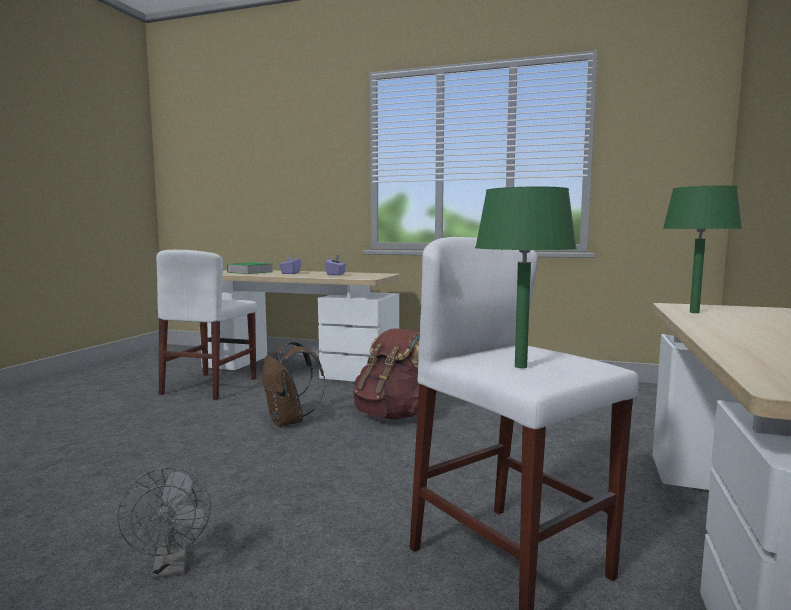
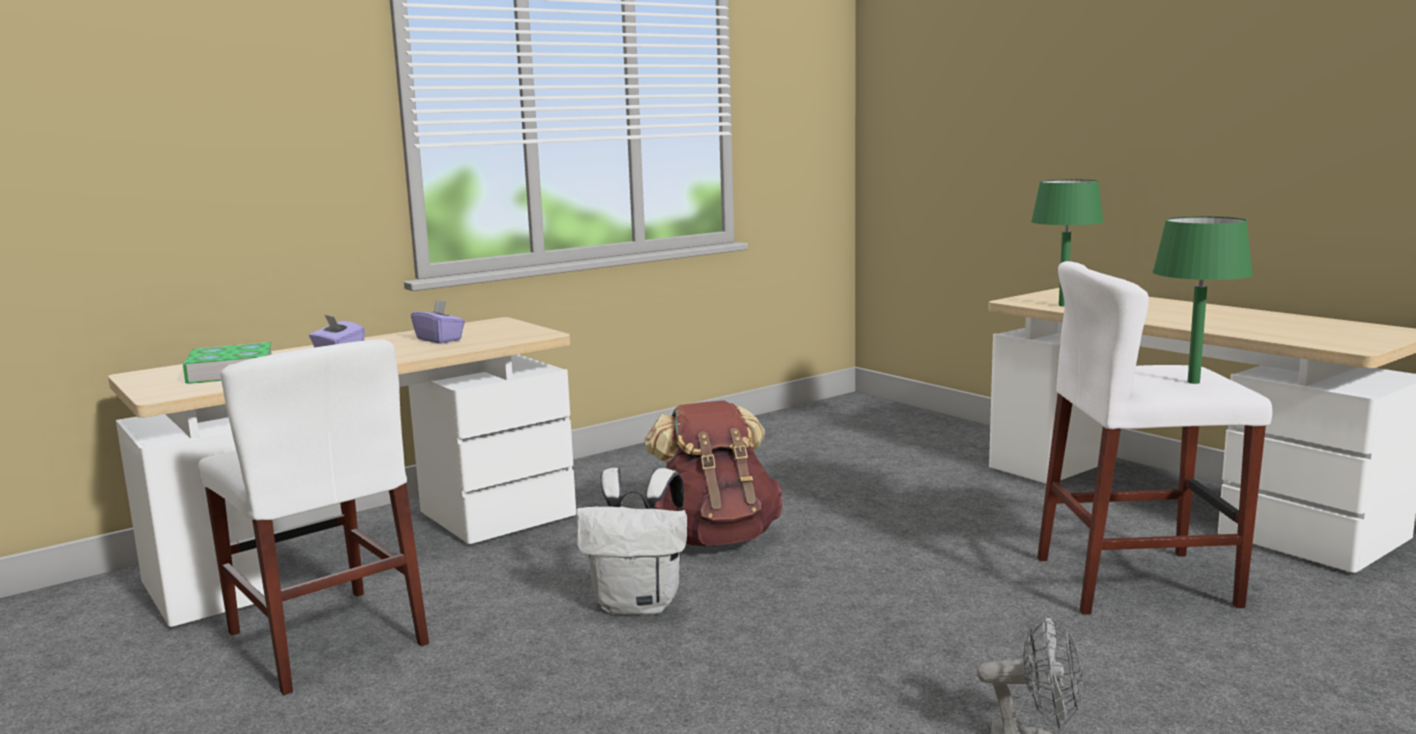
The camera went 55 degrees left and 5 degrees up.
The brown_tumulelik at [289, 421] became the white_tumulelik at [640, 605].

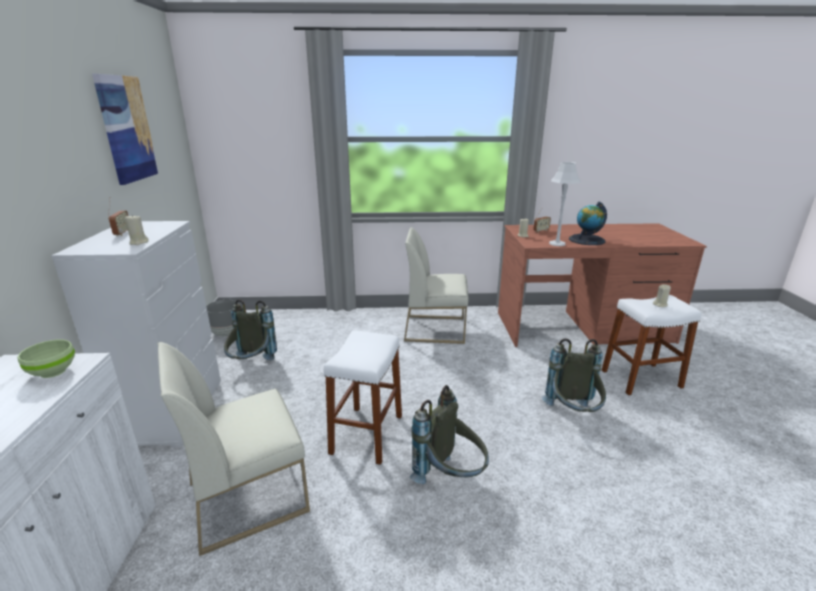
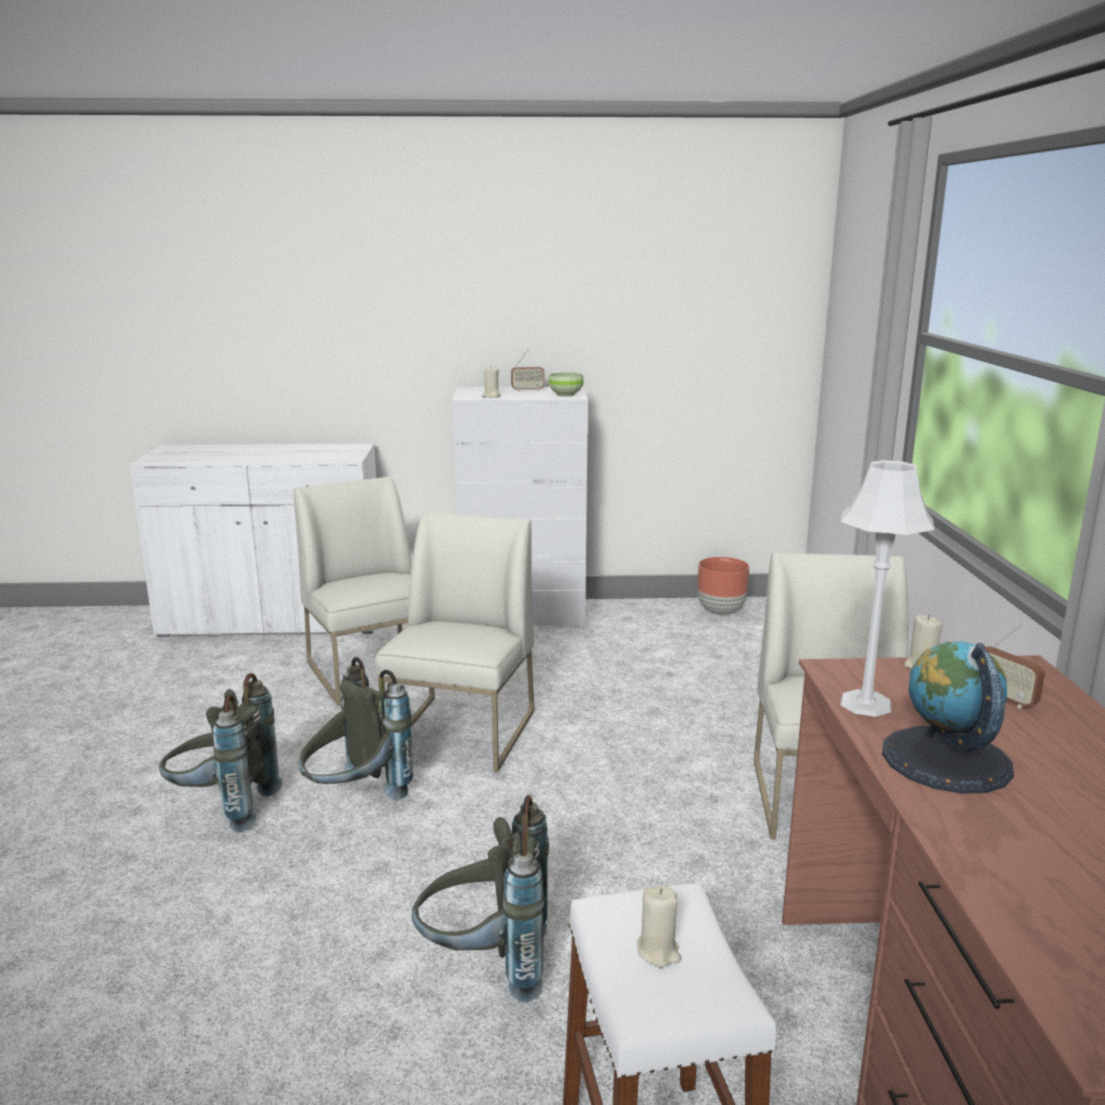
The camera went 90 degrees right and 5 degrees down.
The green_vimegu moved from [52, 372] to [565, 395].
The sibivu at [127, 129] disappeared.
The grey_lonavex at [226, 334] became the brown_lonavex at [721, 611].
The grey_tumulelik moved from [252, 365] to [223, 808].
The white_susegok at [367, 434] was replaced by the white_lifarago at [462, 733].

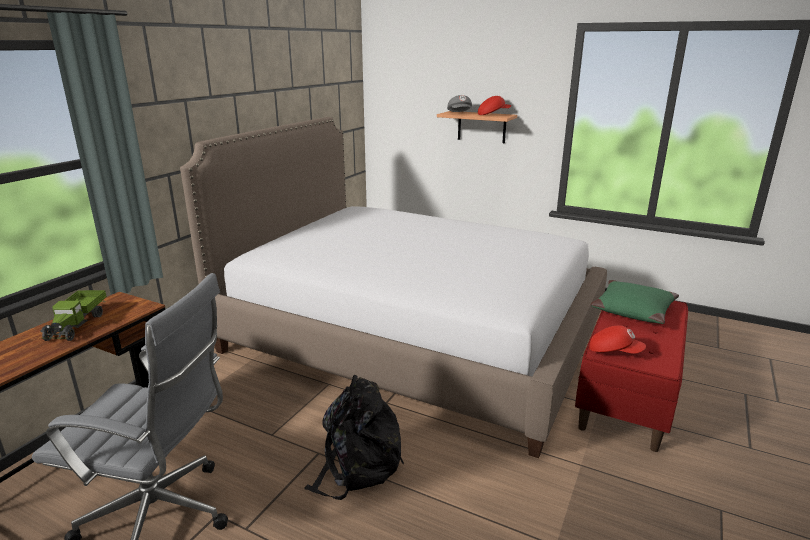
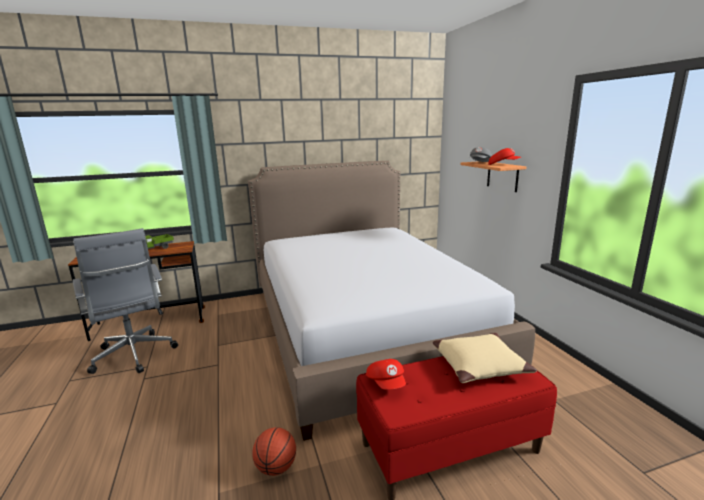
The camera went 45 degrees right and 5 degrees down.
The black_tumulelik at [357, 464] disappeared.
The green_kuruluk at [632, 310] became the beige_kuruluk at [479, 365].
The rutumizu at [276, 467] appeared.

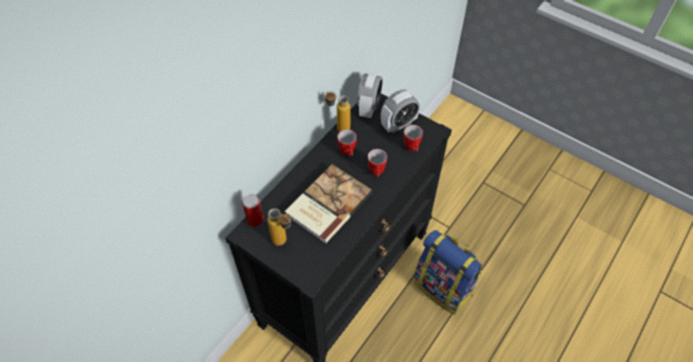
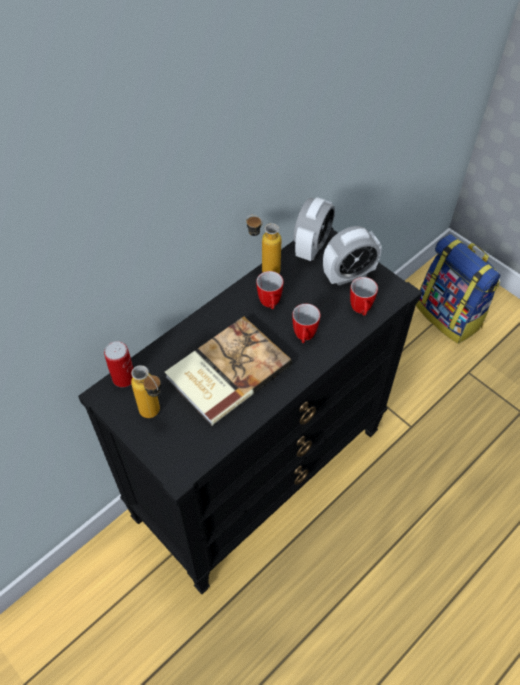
The camera went 10 degrees right and 0 degrees up.
The tumulelik moved from [443, 287] to [449, 316].

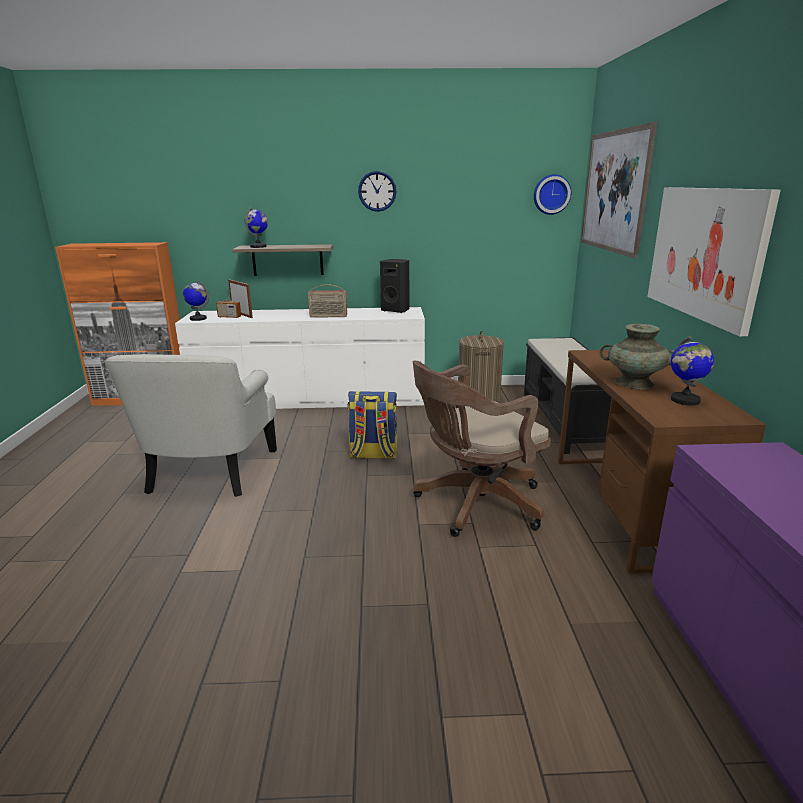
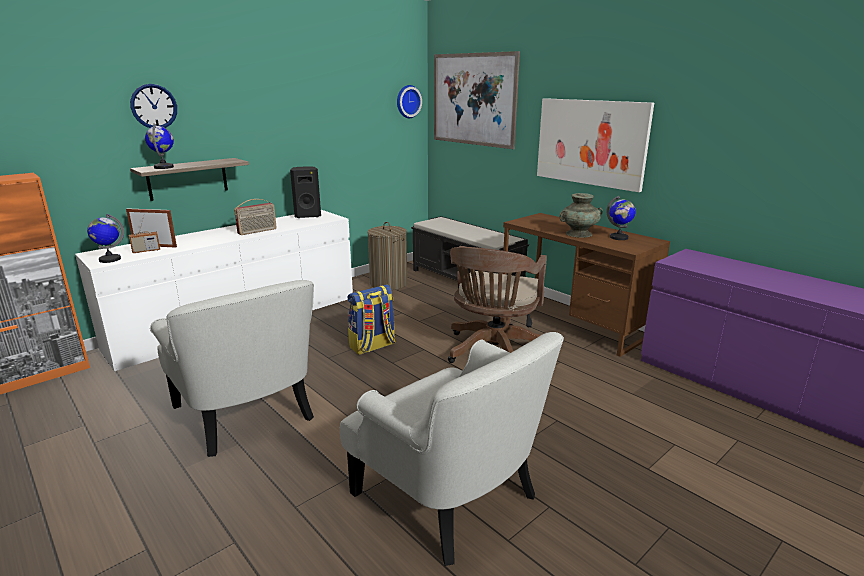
The camera went 40 degrees left and 0 degrees up.
The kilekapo moved from [377, 191] to [154, 106].
The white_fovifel at [450, 494] appeared.

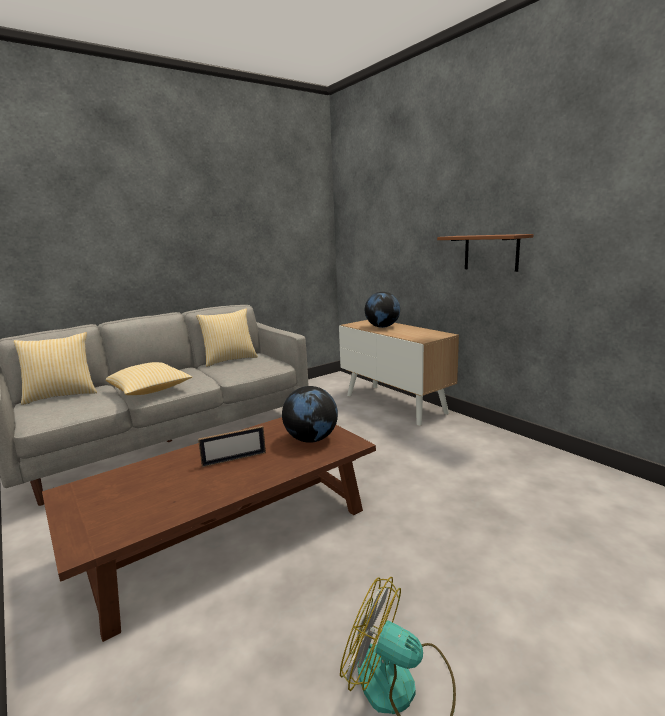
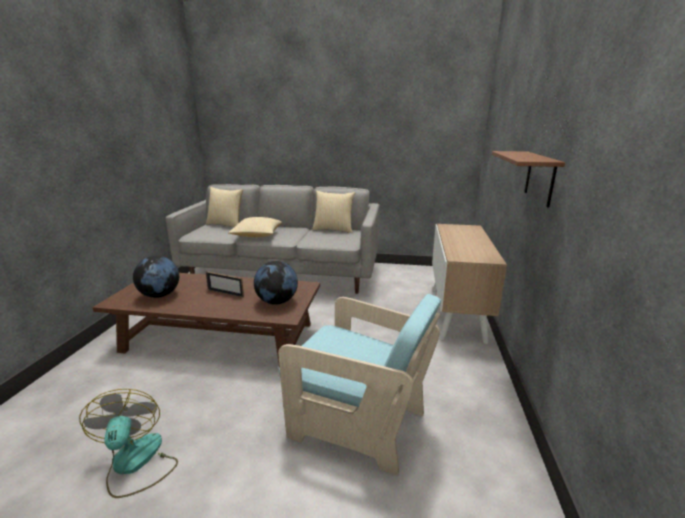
The camera went 45 degrees right and 5 degrees up.
The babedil moved from [382, 327] to [160, 295].
The turquoise_fovifel at [357, 422] appeared.

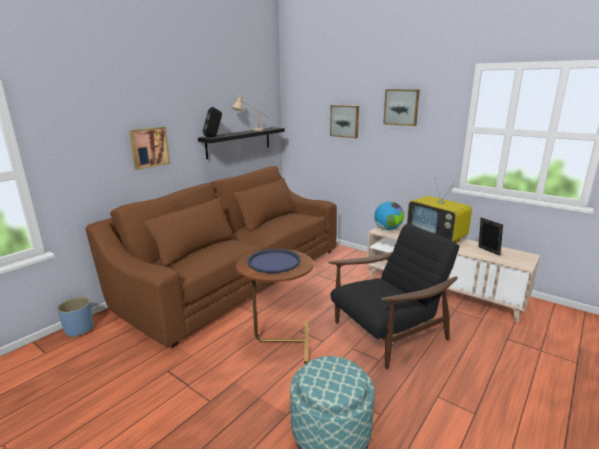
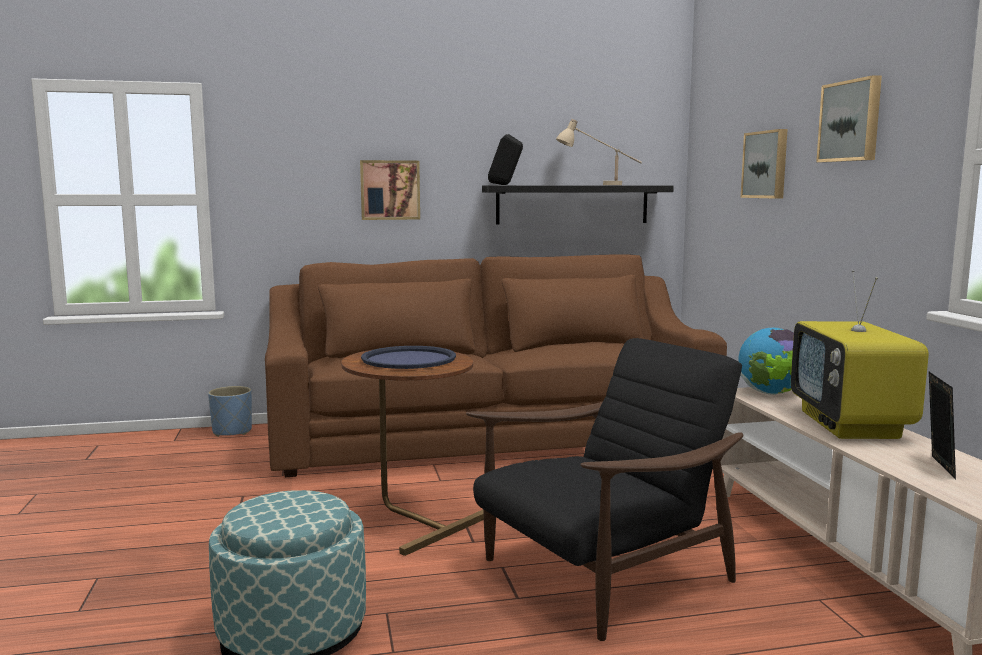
The camera went 40 degrees right and 10 degrees down.
The black_fovifel at [388, 333] turned 45 degrees counterclockwise.

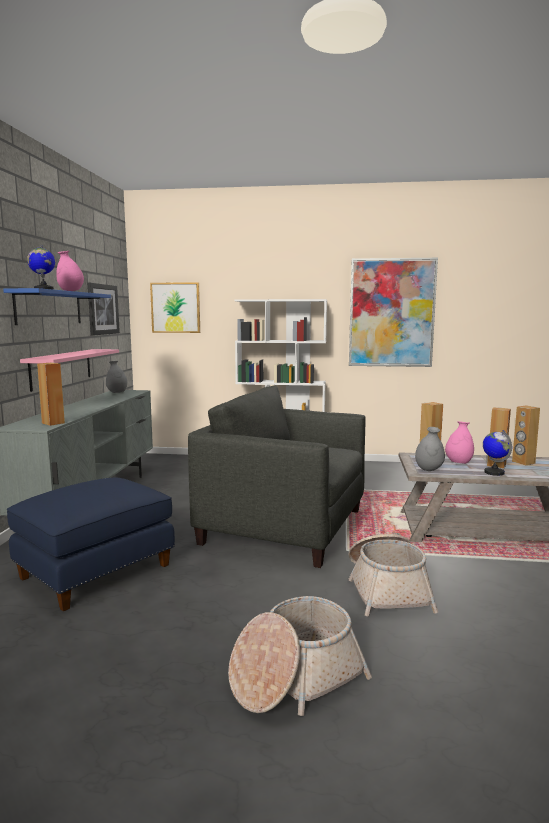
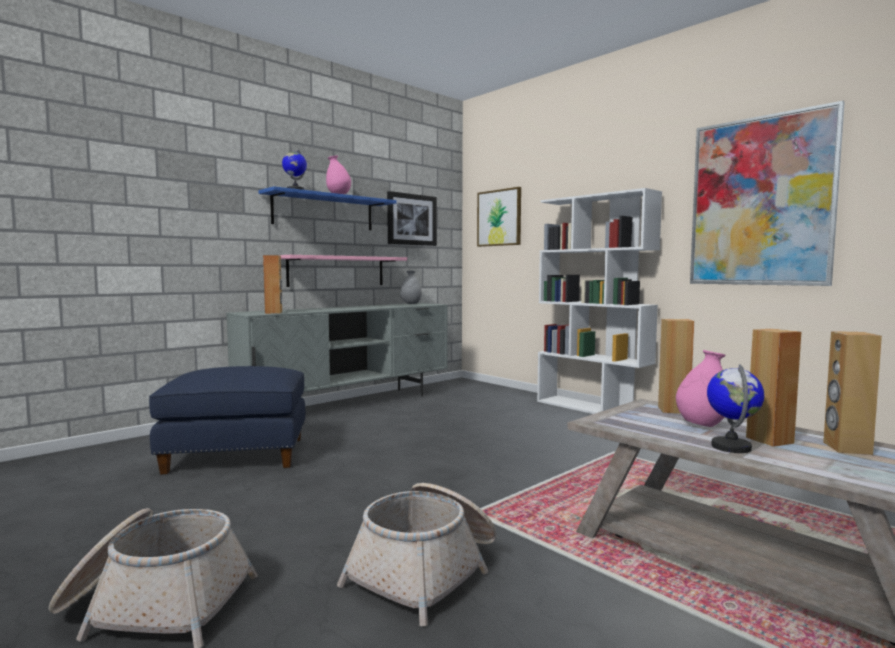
The camera went 40 degrees right and 5 degrees down.
The grey_fovifel at [285, 526] disappeared.
The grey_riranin at [429, 469] disappeared.

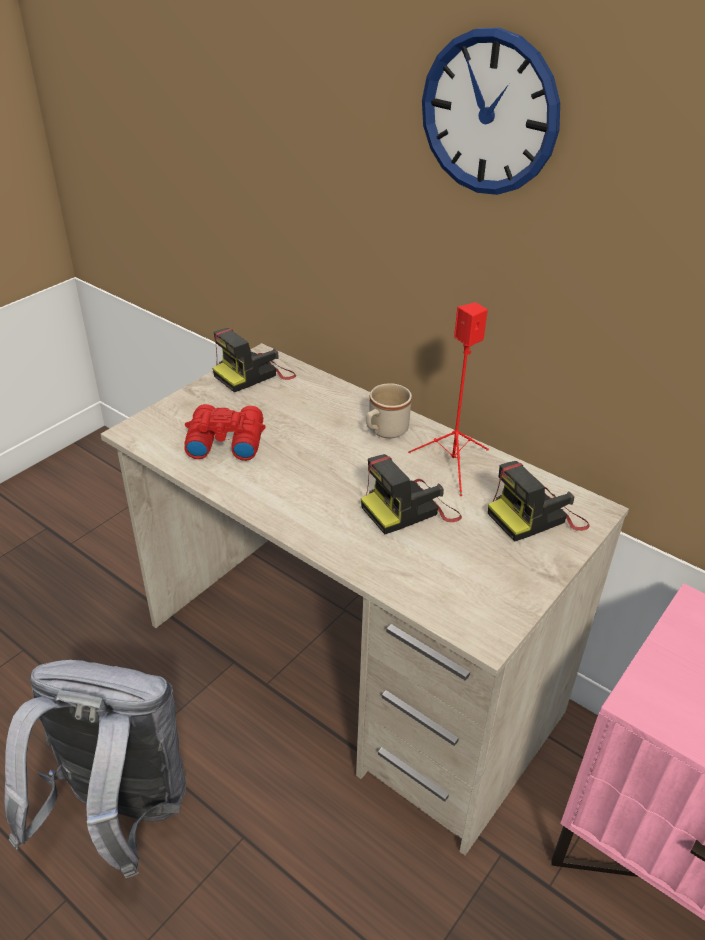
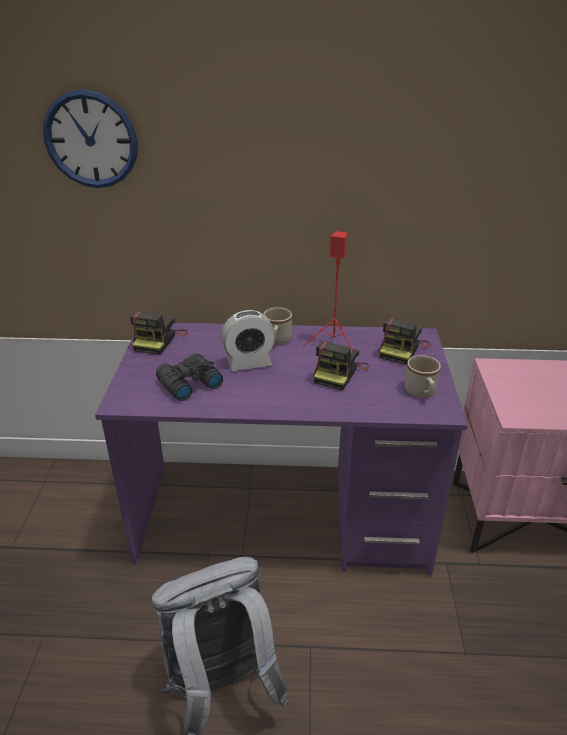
The camera went 35 degrees left and 5 degrees down.
The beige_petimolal at [349, 669] became the purple_petimolal at [284, 518].
The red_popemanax at [224, 441] became the black_popemanax at [188, 383].
The kilekapo moved from [489, 114] to [91, 140].
The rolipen at [249, 363] appeared.
The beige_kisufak at [421, 393] appeared.

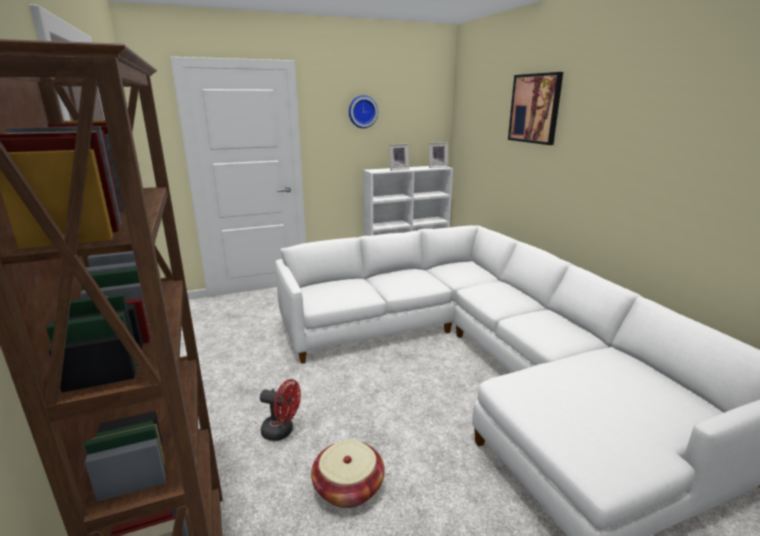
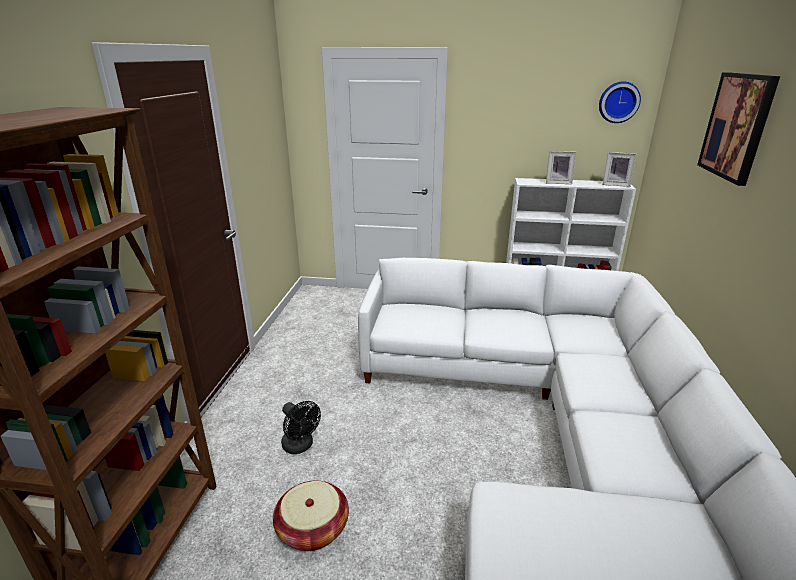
The camera went 30 degrees right and 5 degrees up.
The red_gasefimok at [282, 431] became the black_gasefimok at [300, 446].
The kilekapo moved from [362, 111] to [618, 102].

